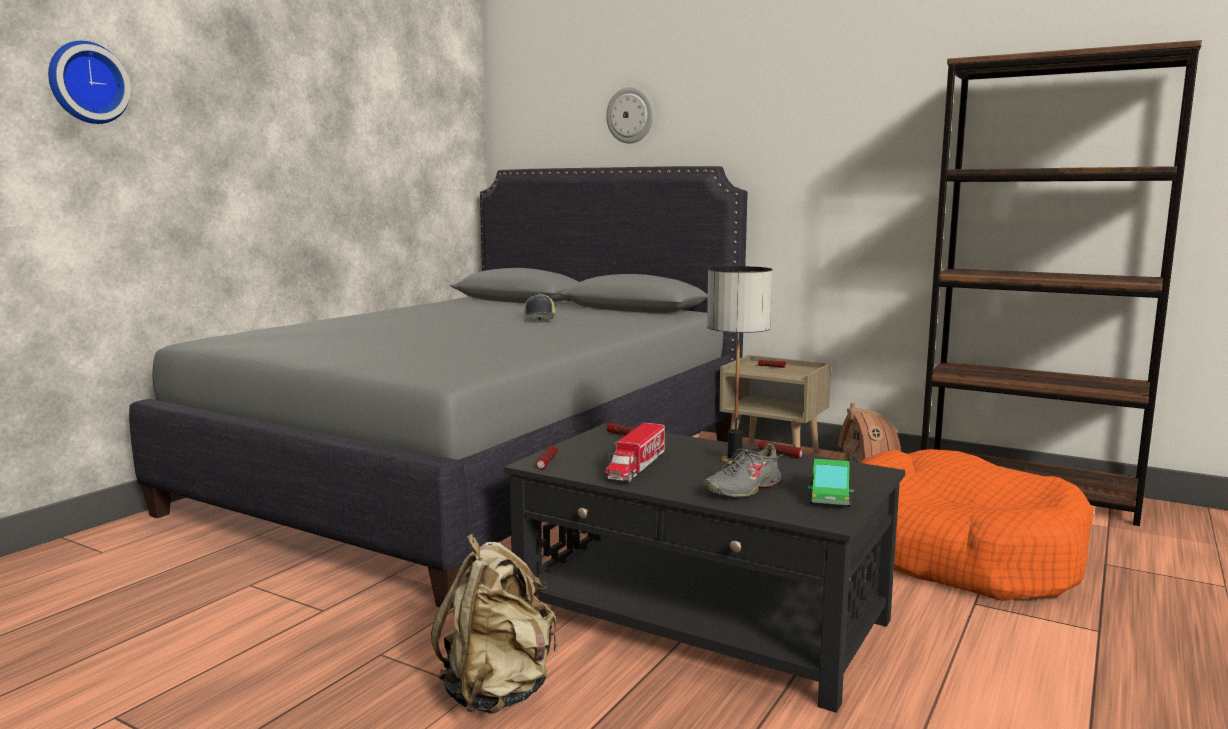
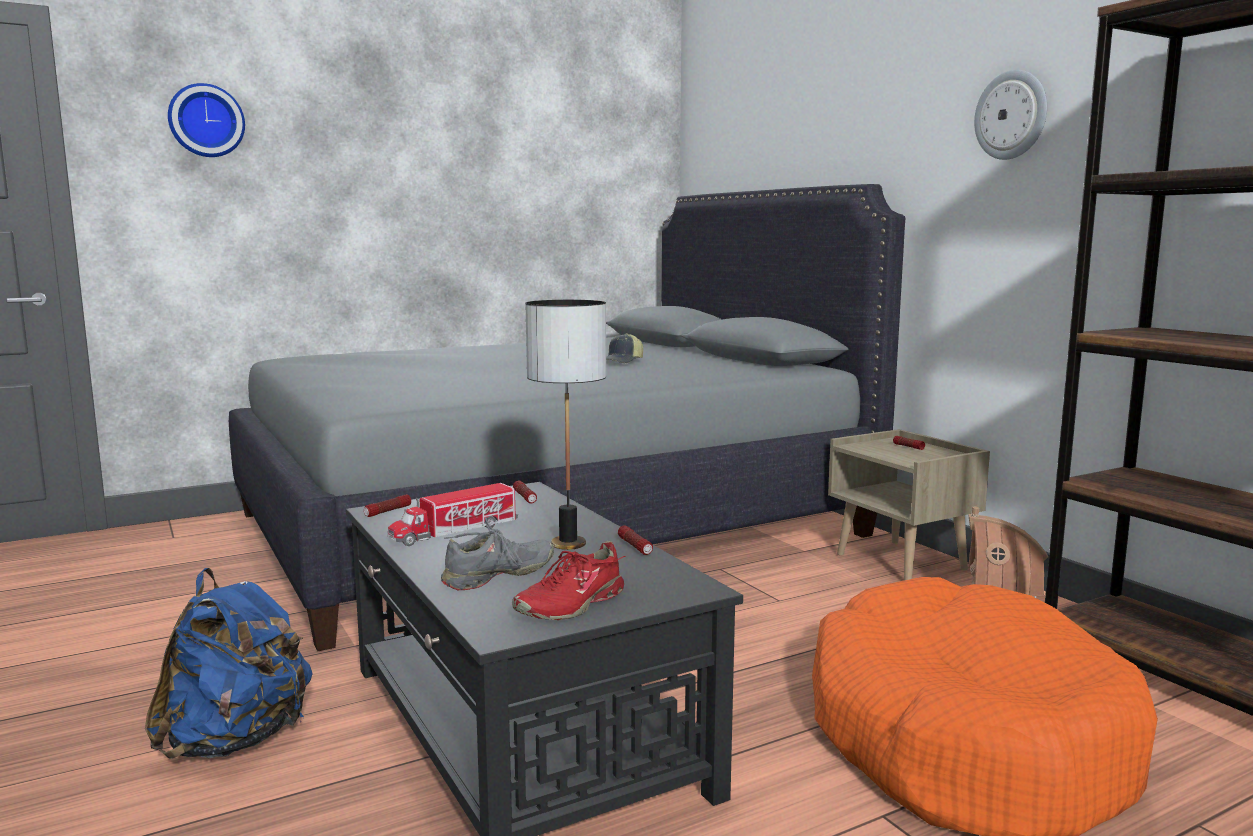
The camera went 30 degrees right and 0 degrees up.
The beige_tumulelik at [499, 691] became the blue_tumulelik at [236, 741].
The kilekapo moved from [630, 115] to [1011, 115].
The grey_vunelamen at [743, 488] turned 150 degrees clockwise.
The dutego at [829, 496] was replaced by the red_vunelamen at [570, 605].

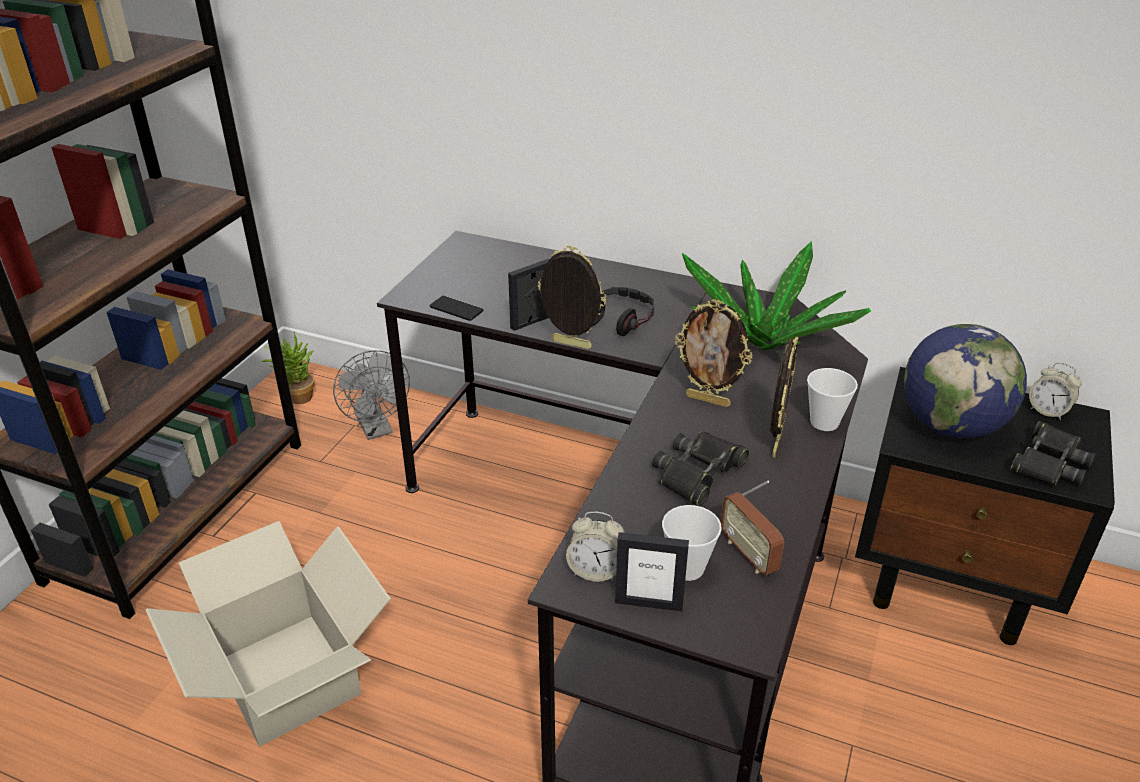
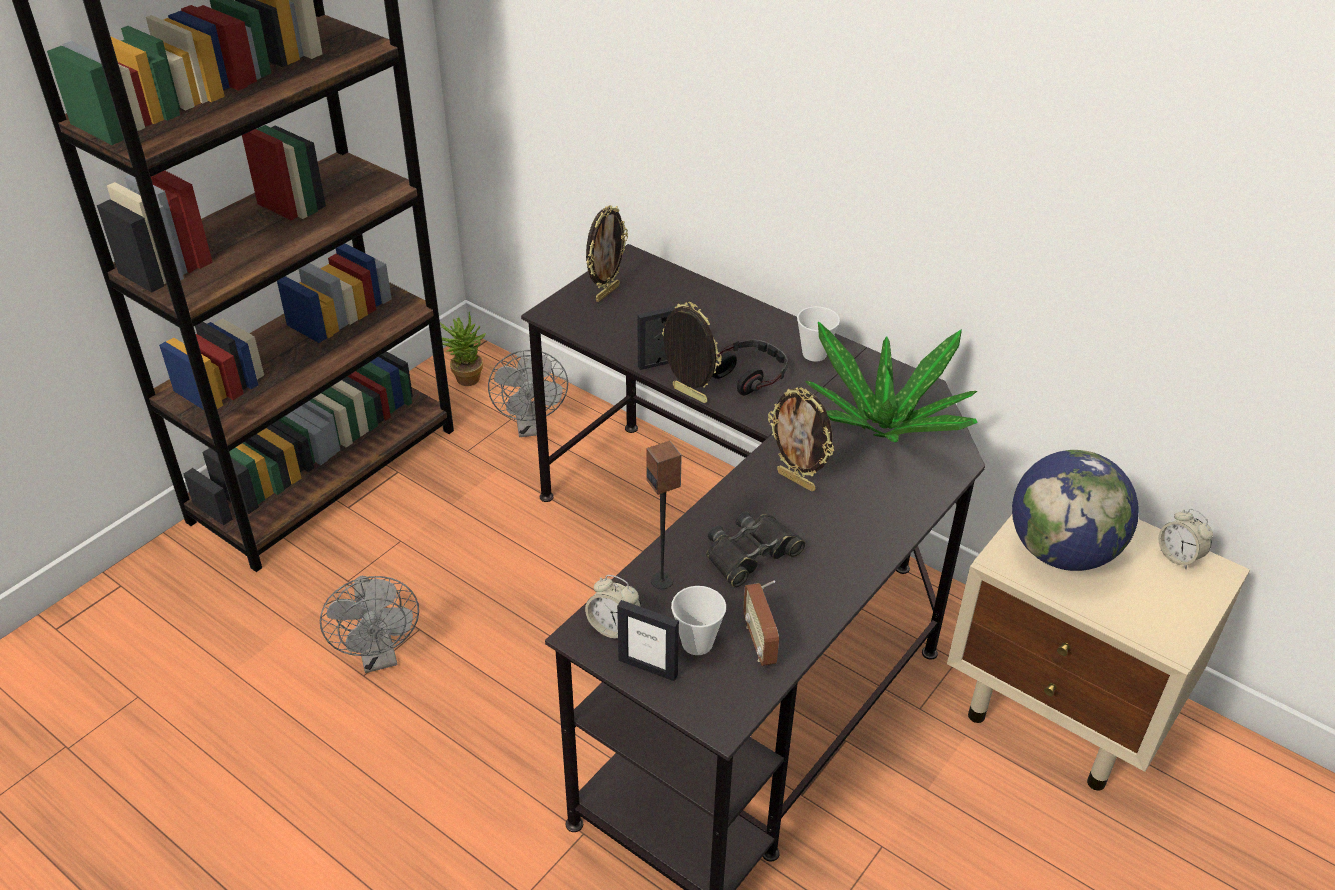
The camera went 15 degrees right and 5 degrees up.
The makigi at [289, 676] was replaced by the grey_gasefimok at [379, 657].
The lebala at [456, 309] disappeared.
The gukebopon moved from [775, 443] to [606, 293].
The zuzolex moved from [824, 422] to [814, 354].
The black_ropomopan at [951, 581] became the beige_ropomopan at [1063, 711].
The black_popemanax at [1049, 463] disappeared.
The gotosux at [662, 581] appeared.

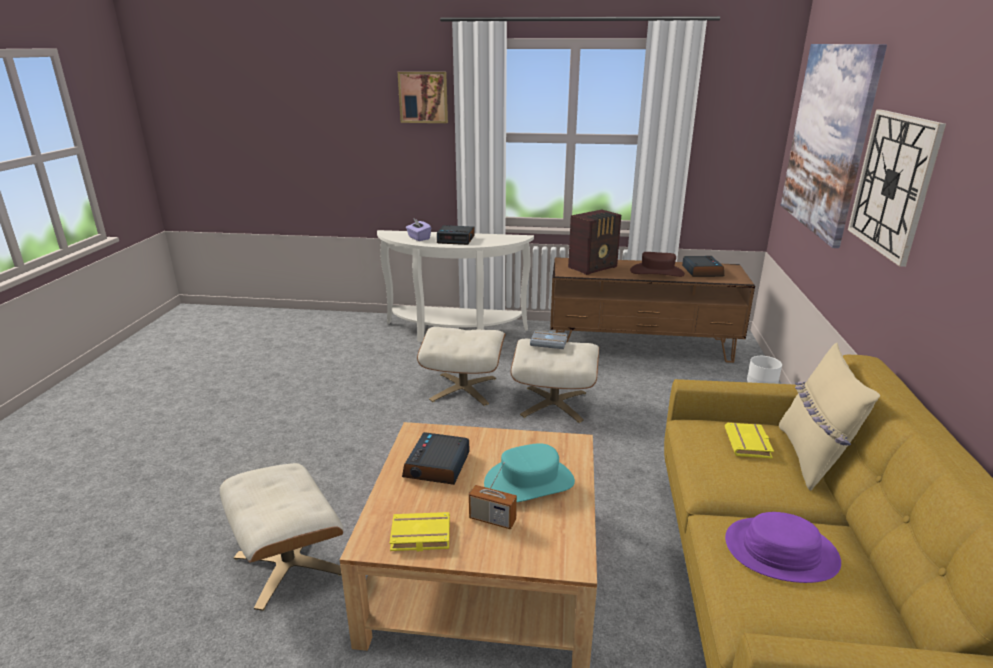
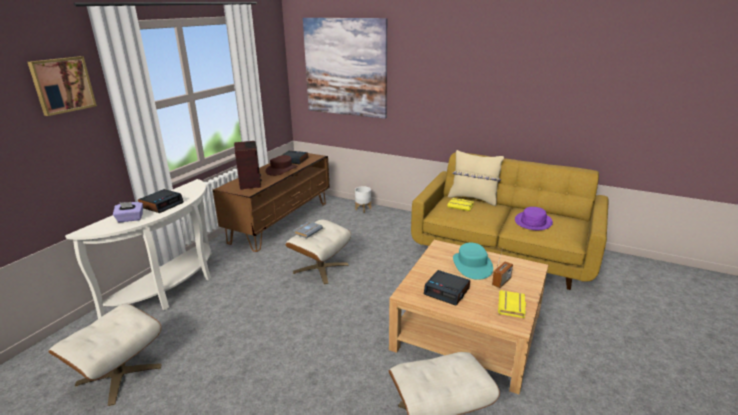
The camera went 70 degrees left and 0 degrees up.
The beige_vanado moved from [463, 388] to [119, 374].
The kilekapo at [893, 184] disappeared.

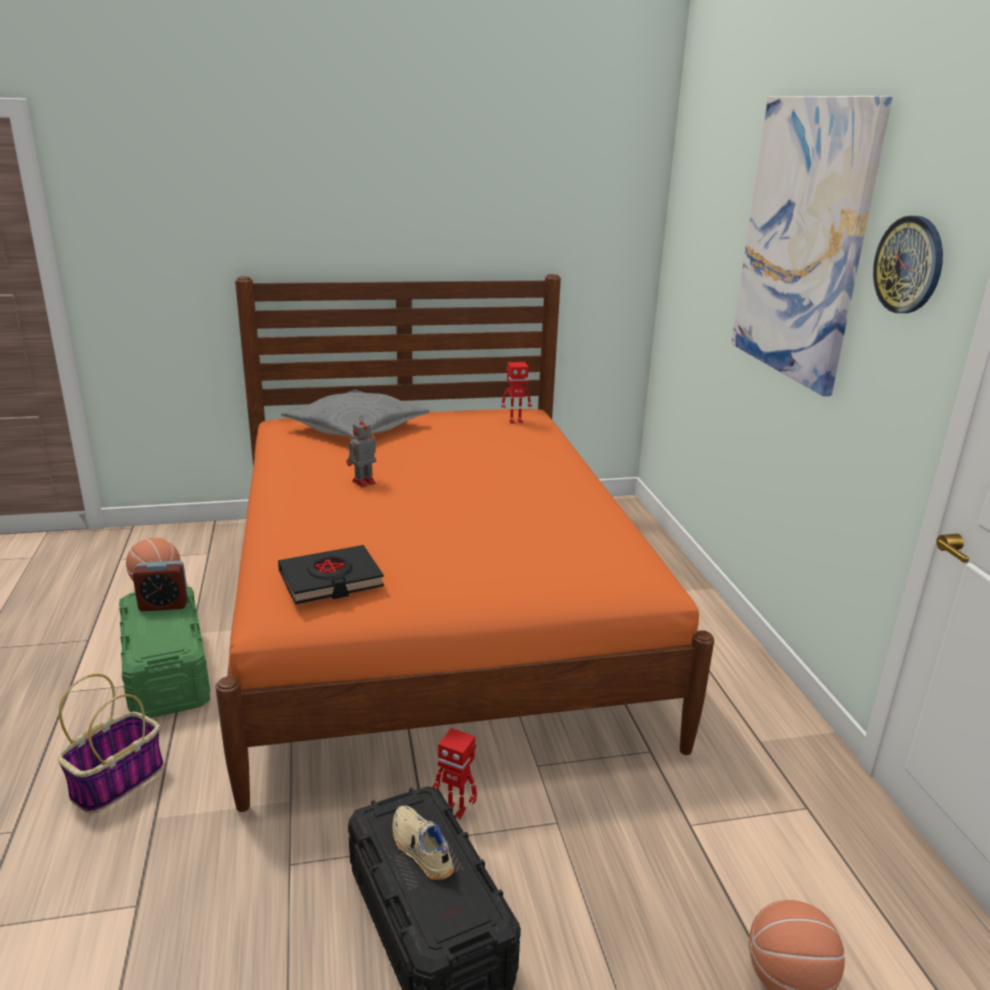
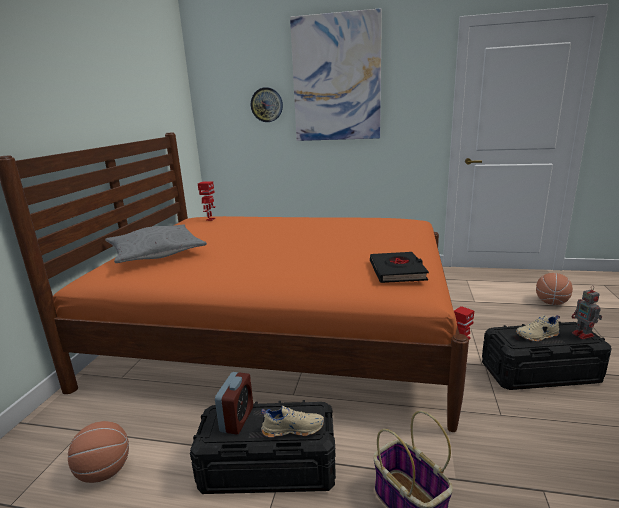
The camera went 65 degrees left and 5 degrees down.
The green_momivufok at [167, 672] became the black_momivufok at [268, 467].
The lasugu moved from [362, 482] to [583, 335].
The kilekapo moved from [909, 265] to [267, 105].
The beige_vunelamen at [293, 428] appeared.

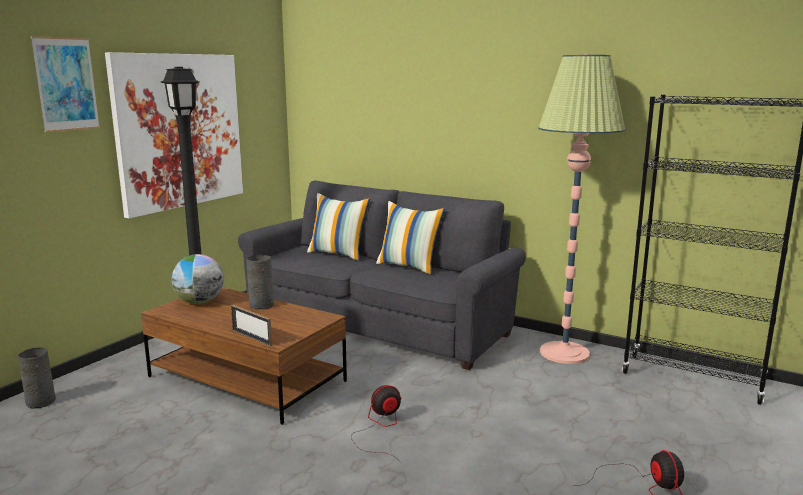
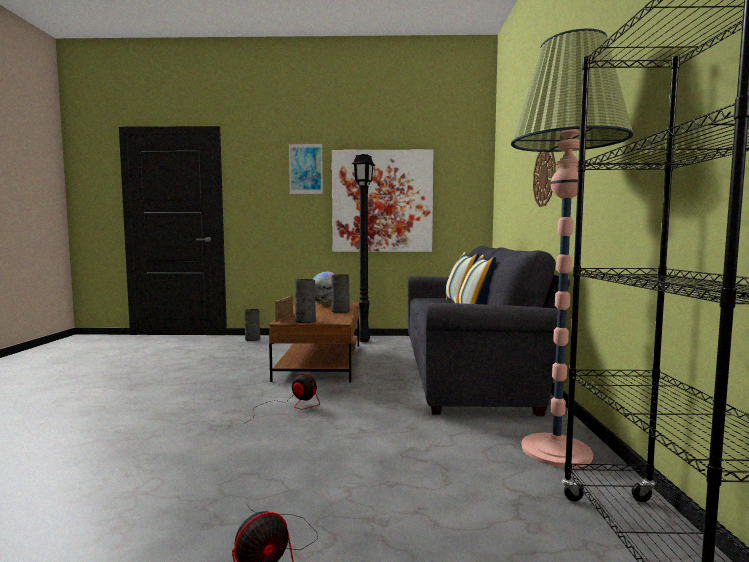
The camera went 60 degrees right and 10 degrees down.
The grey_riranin at [304, 321] appeared.
The kilekapo at [544, 176] appeared.

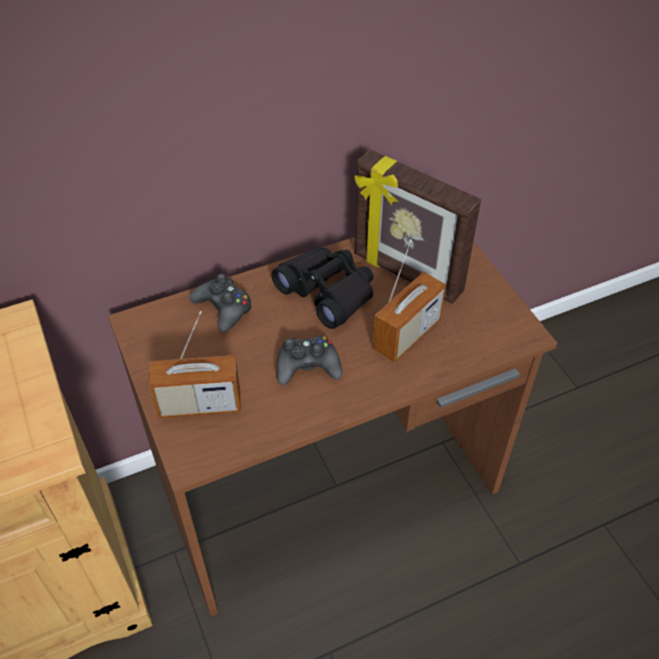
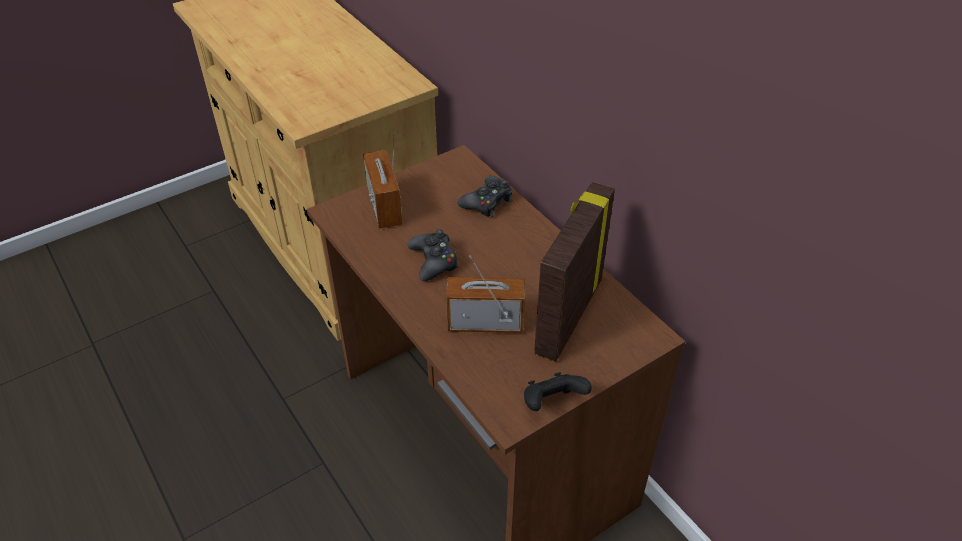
The camera went 80 degrees right and 5 degrees down.
The black_popemanax at [328, 292] disappeared.
The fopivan at [407, 335] turned 150 degrees clockwise.
The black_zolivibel at [552, 403] appeared.

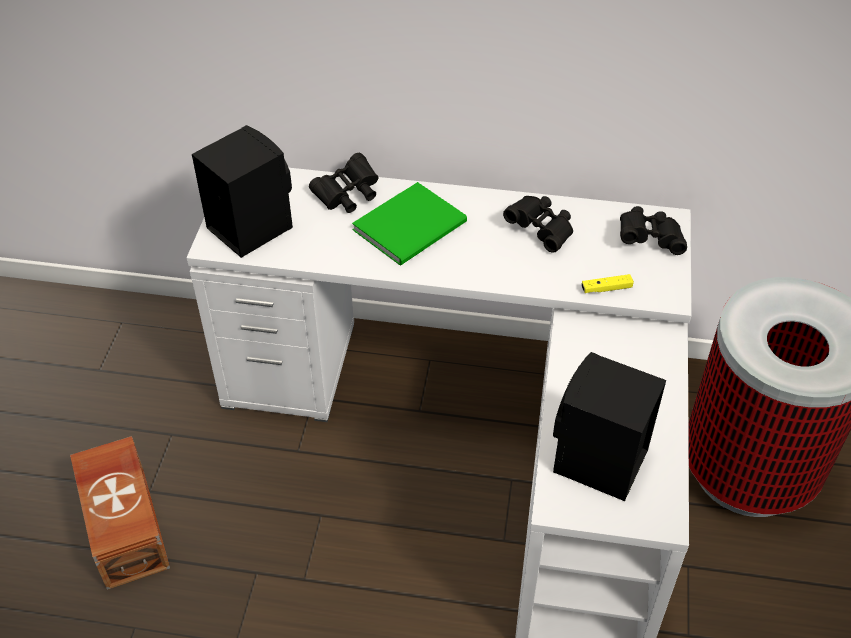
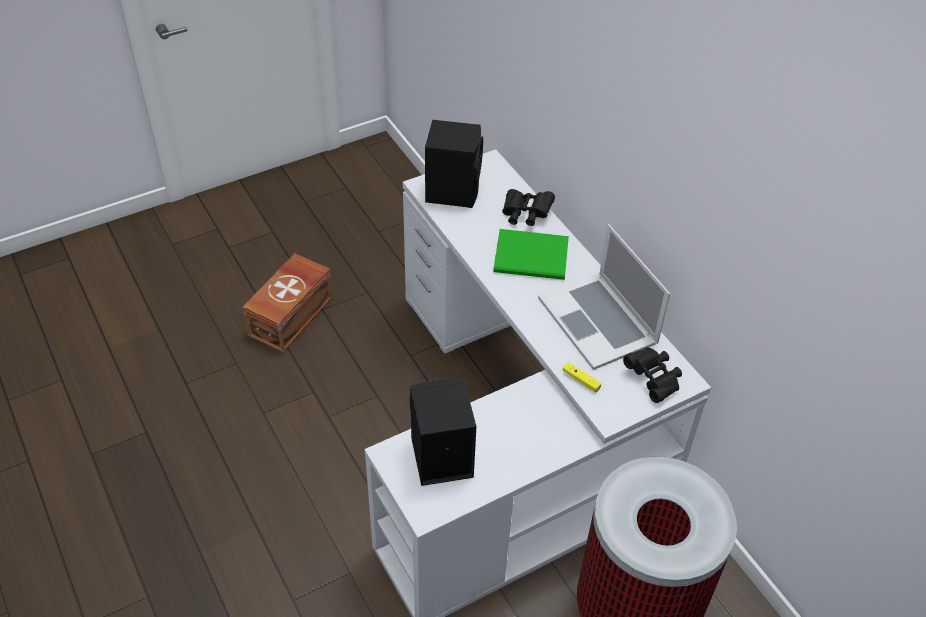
The camera went 50 degrees right and 0 degrees up.
The black_popemanax at [541, 230] was replaced by the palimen at [598, 320].

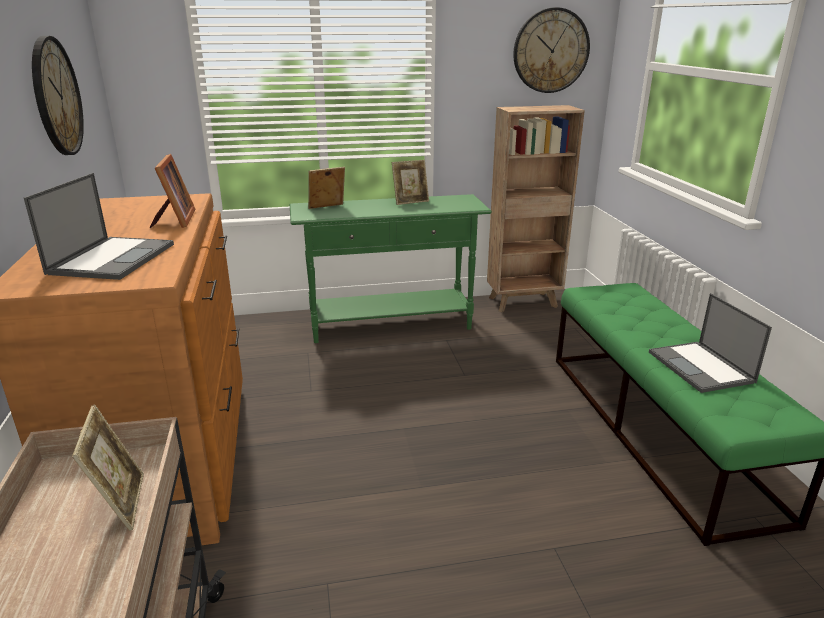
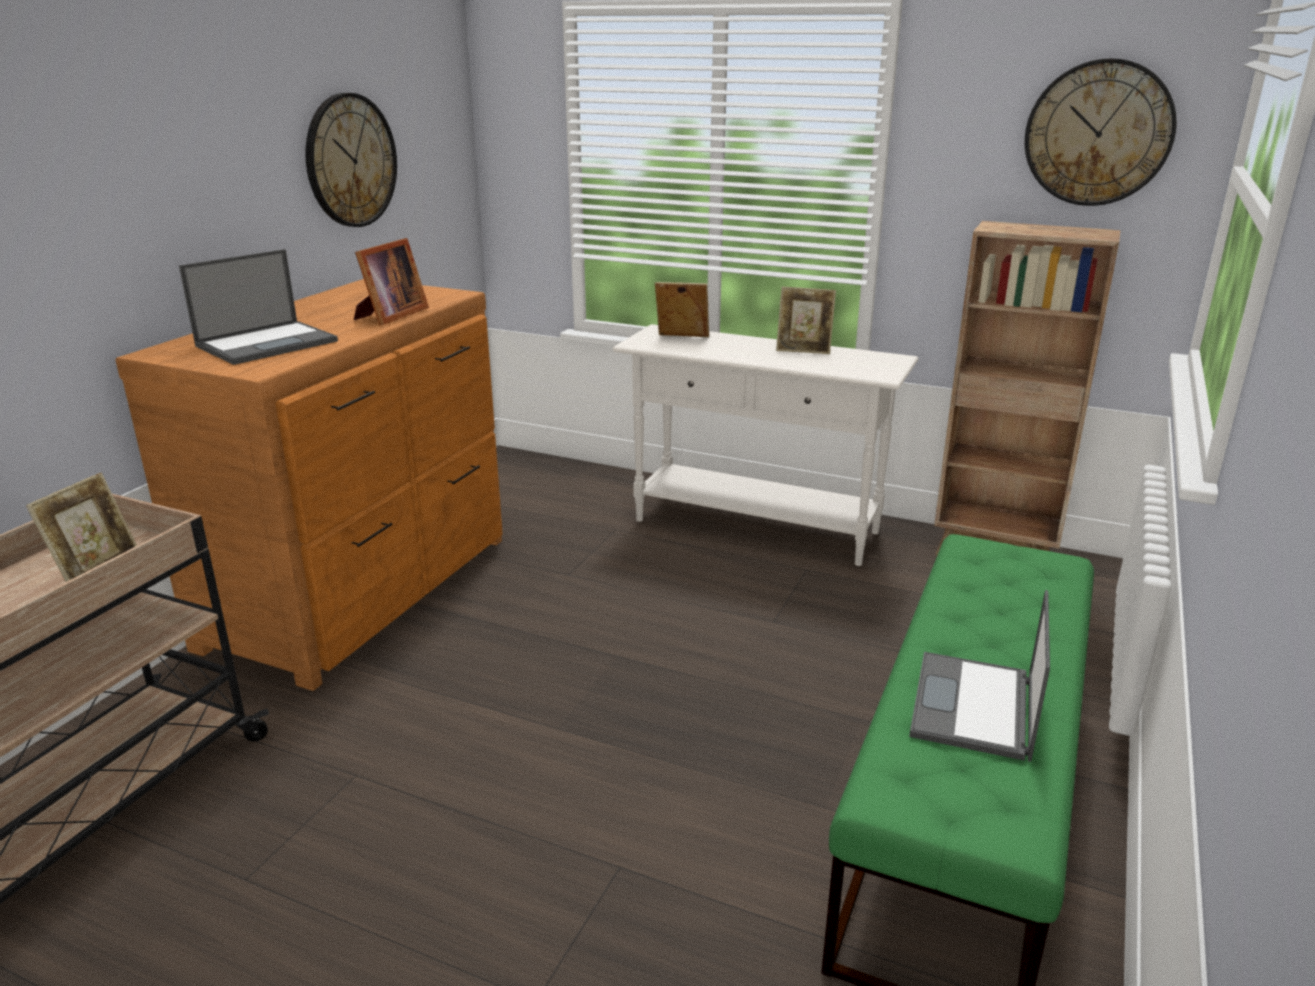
The camera went 35 degrees right and 0 degrees up.
The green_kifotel at [391, 325] became the white_kifotel at [756, 527].

